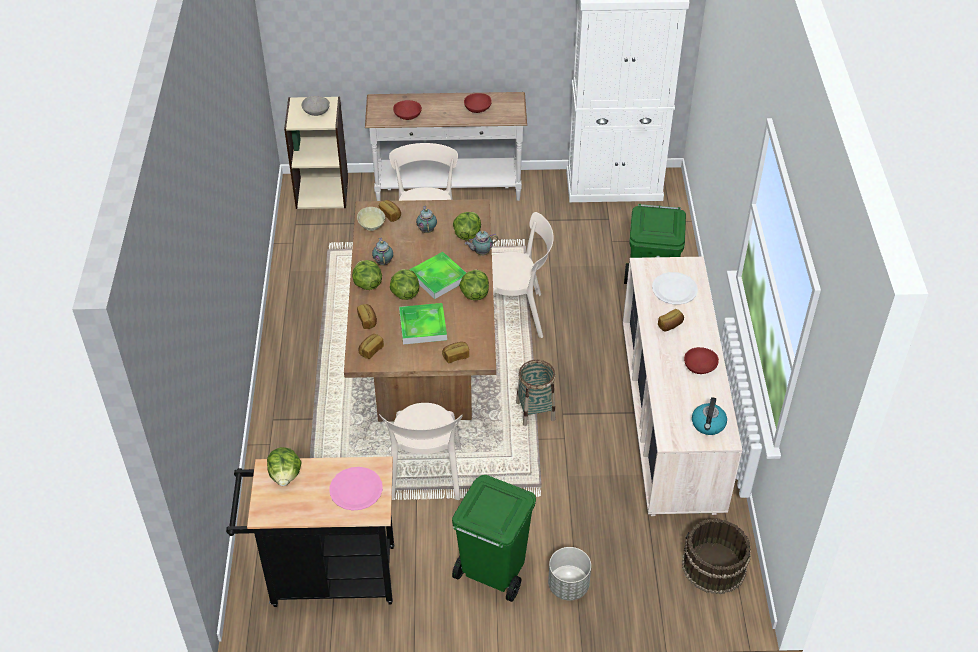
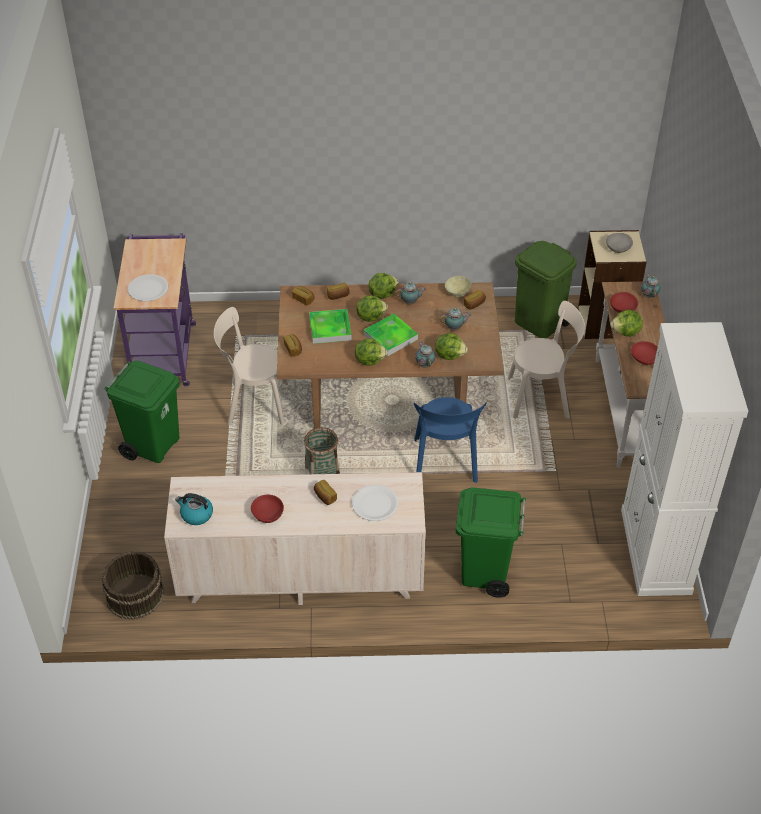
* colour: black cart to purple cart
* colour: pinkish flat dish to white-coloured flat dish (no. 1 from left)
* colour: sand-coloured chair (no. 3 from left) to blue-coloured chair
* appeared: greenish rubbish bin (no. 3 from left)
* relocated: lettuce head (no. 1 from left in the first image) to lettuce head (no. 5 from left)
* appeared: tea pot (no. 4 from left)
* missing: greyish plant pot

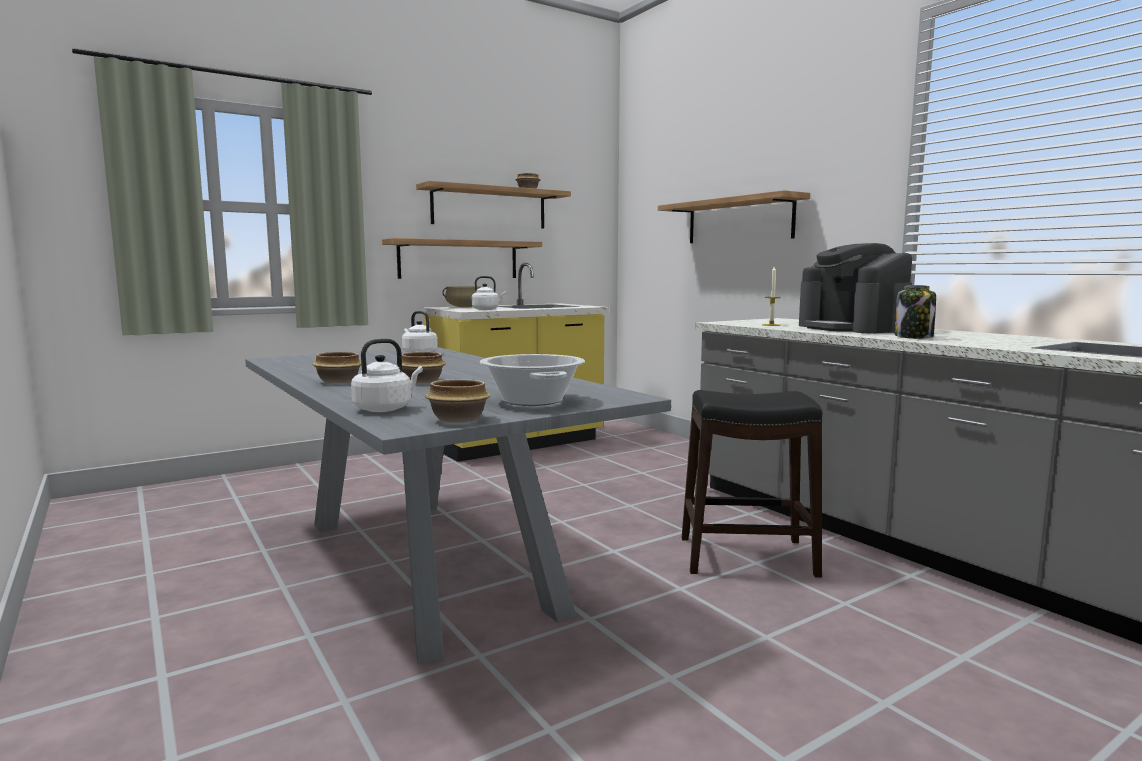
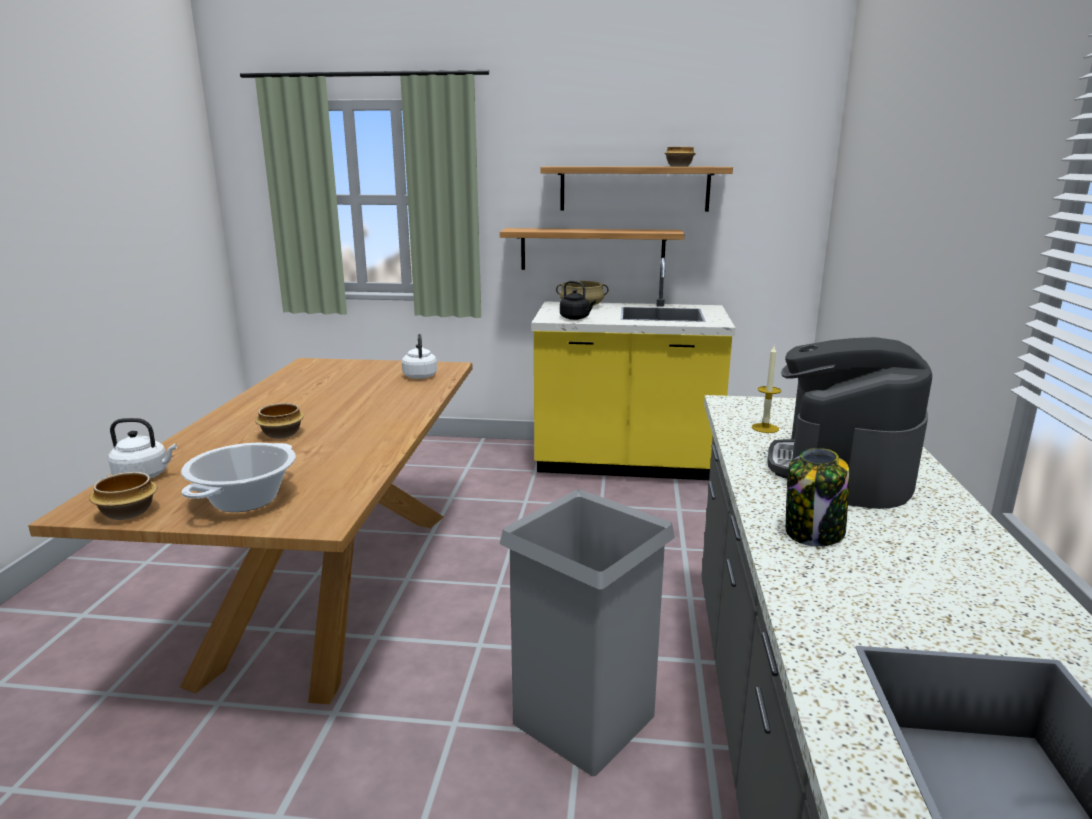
* colour: greyish dinner table to brownish dinner table
* exchanged: black stool to greyish rubbish bin
* colour: white-coloured water kettle (no. 3 from left) to black water kettle
* missing: deep dish (no. 1 from left)
* missing: shelf (no. 3 from left)

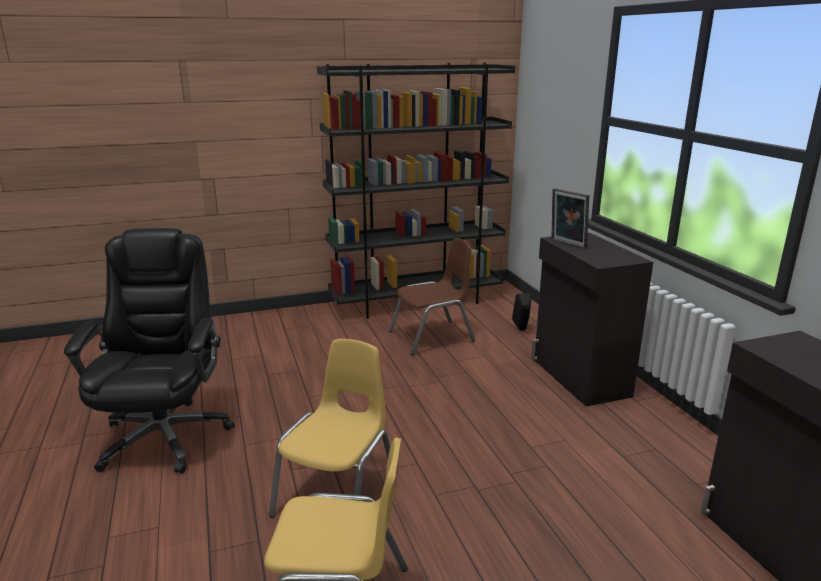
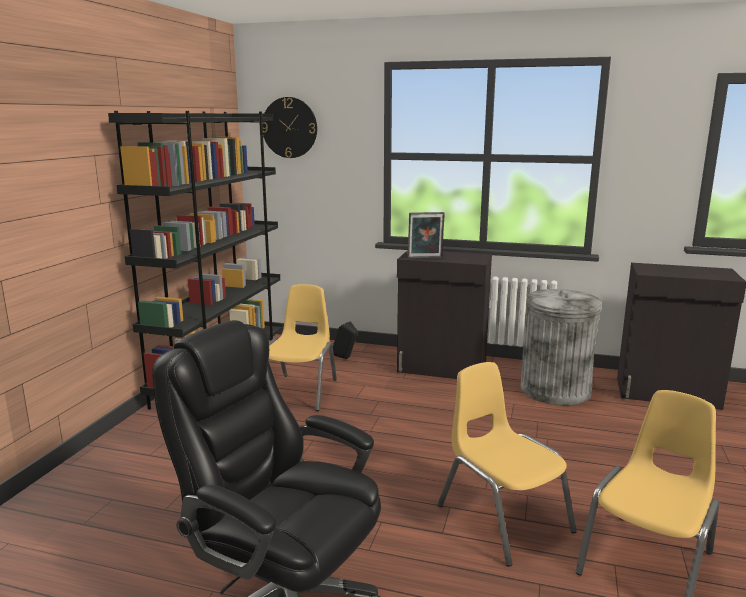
* appeared: wall clock
* colour: brownish chair to yellow-coloured chair (no. 1 from left)
* appeared: greyish rubbish bin

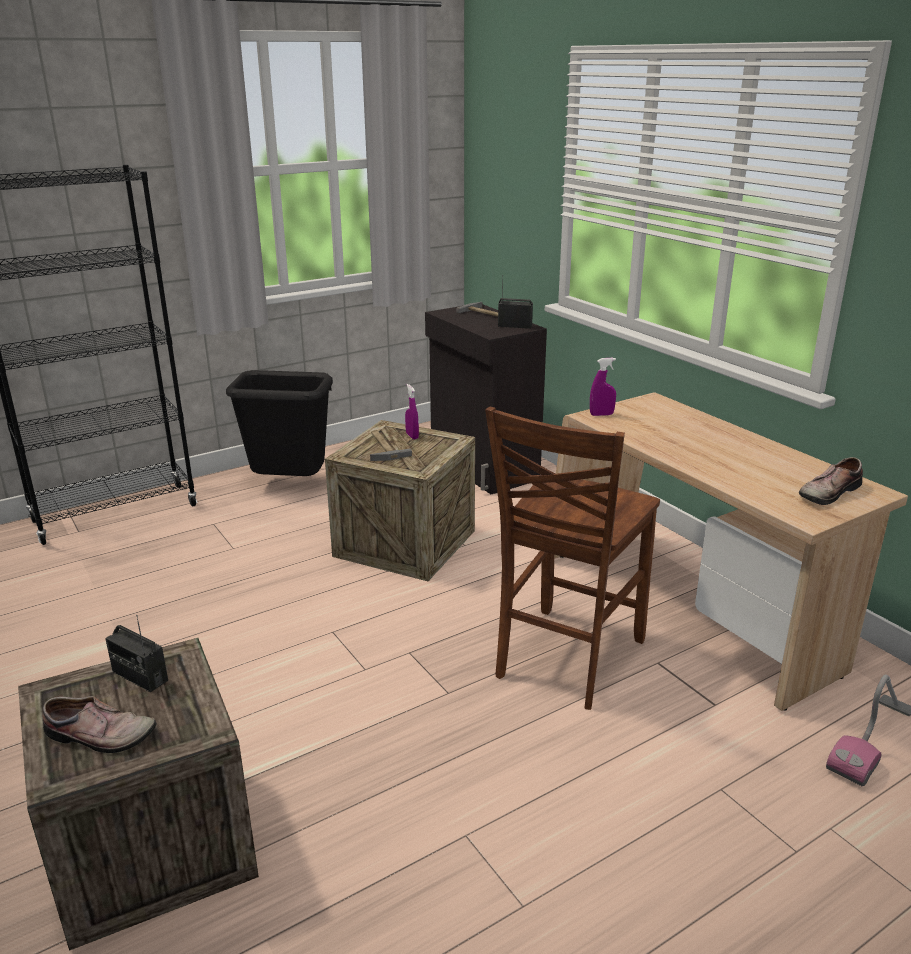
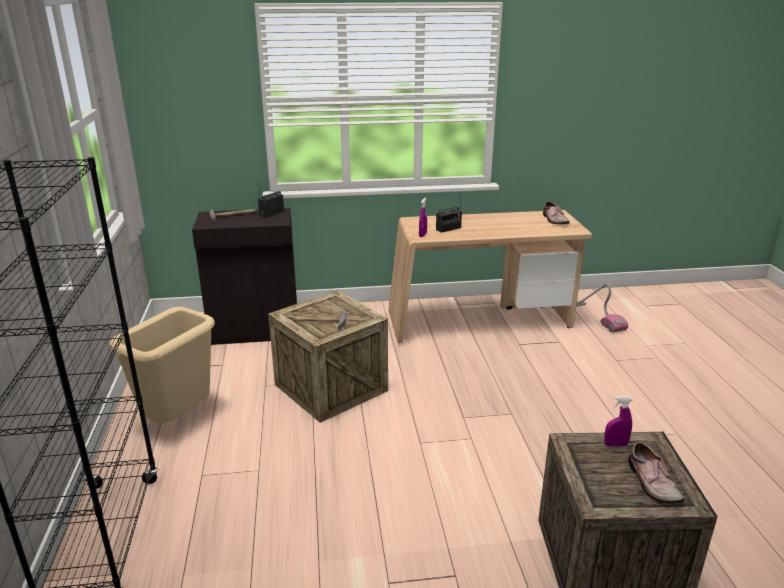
* colour: black rubbish bin to sand-coloured rubbish bin
* relocated: radio receiver (no. 1 from left in the first image) to radio receiver (no. 2 from left)
* relocated: purple hand sprayer (no. 1 from left in the first image) to purple hand sprayer (no. 2 from left)
* spun: low shoe (no. 1 from left in the first image) 135 degrees clockwise
* missing: brownish chair

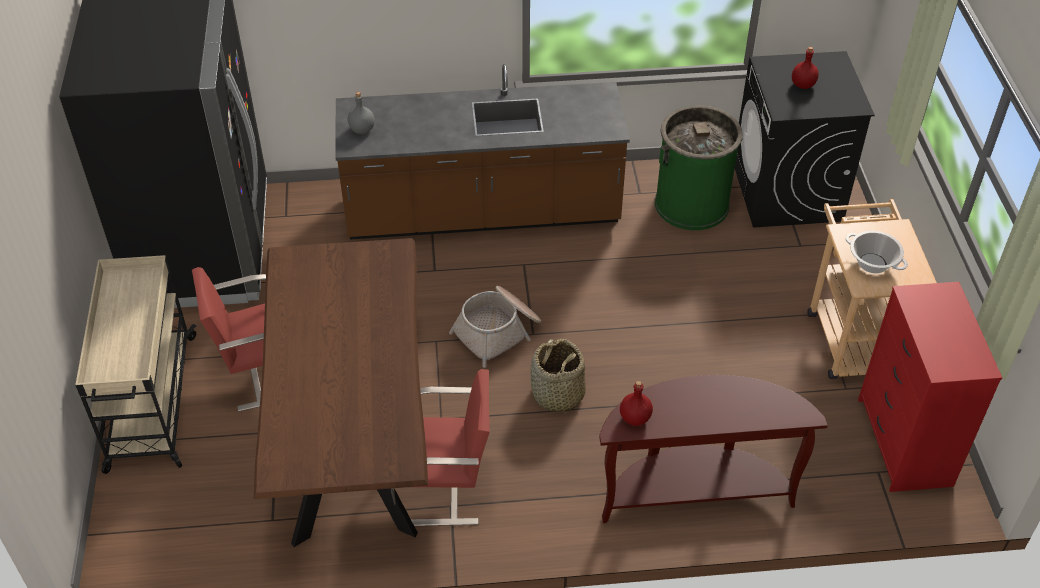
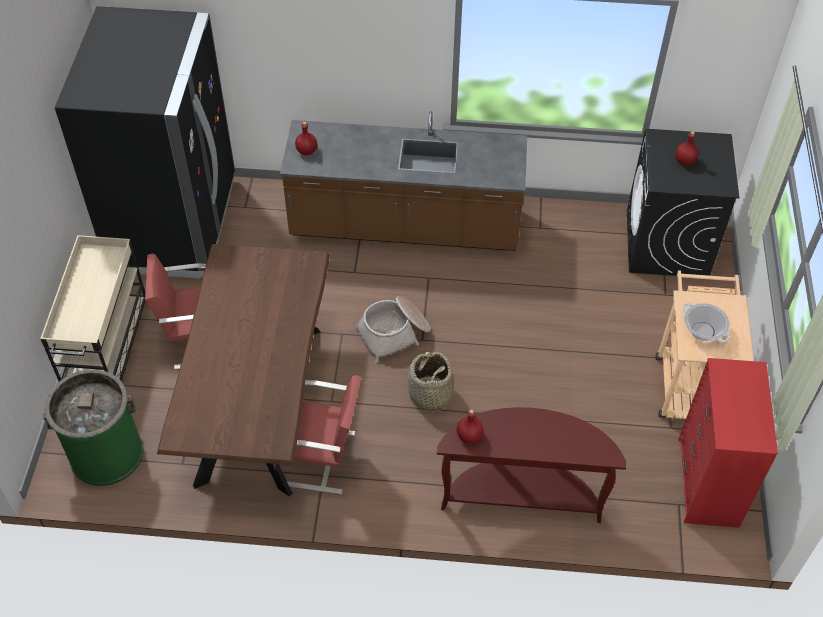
* relocated: greenish rubbish bin
* colour: greyish beverage bottle to reddish beverage bottle (no. 1 from left)

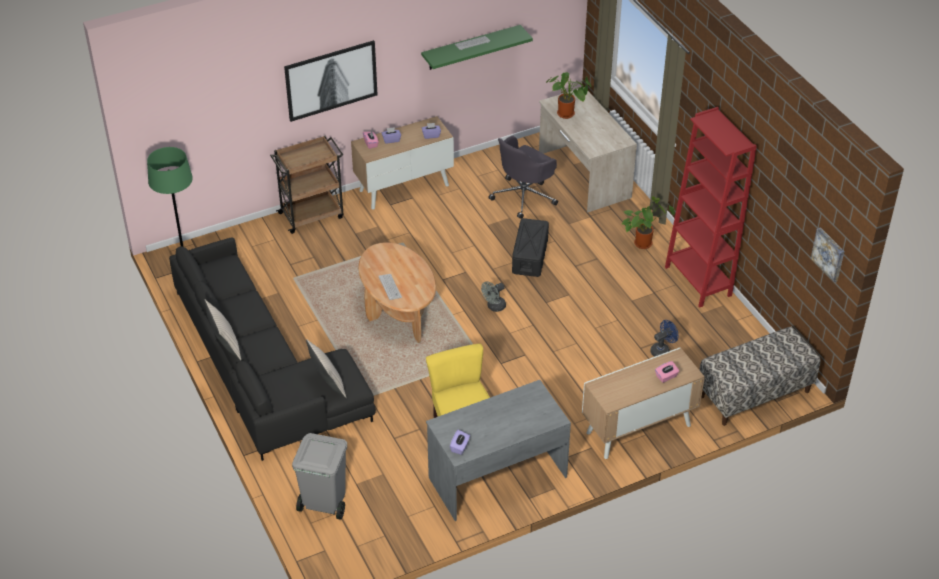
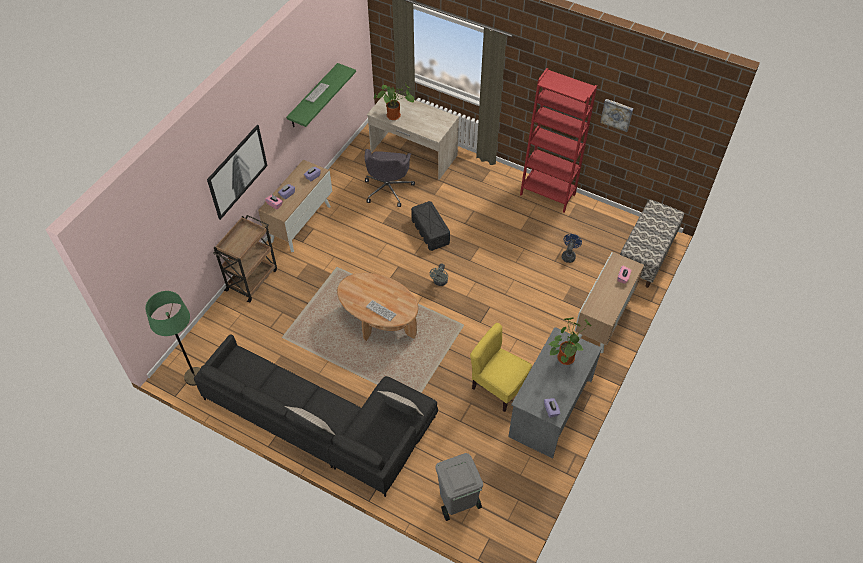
* relocated: houseplant (no. 2 from left)
* relocated: wall picture (no. 2 from left)

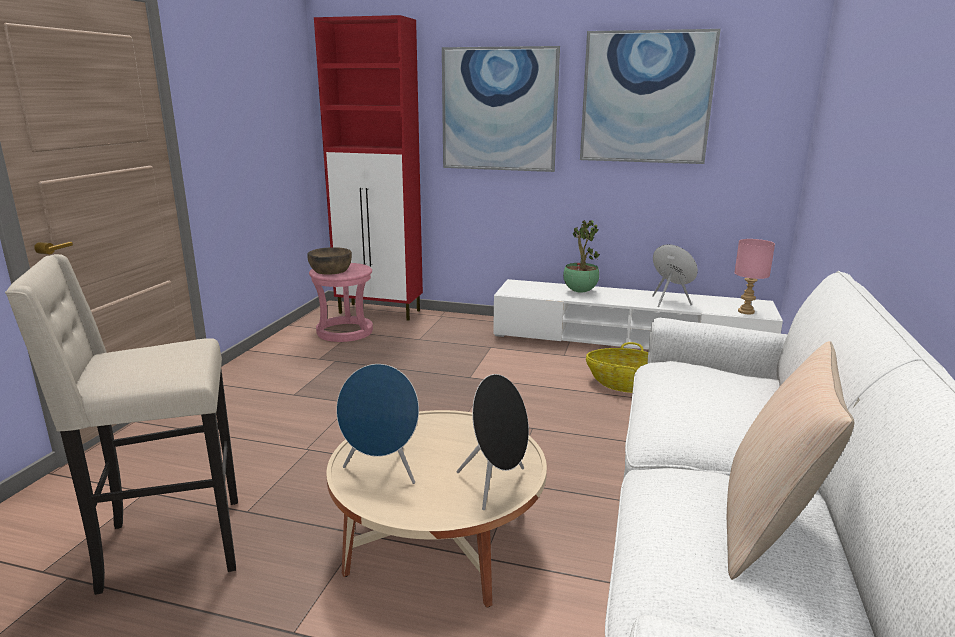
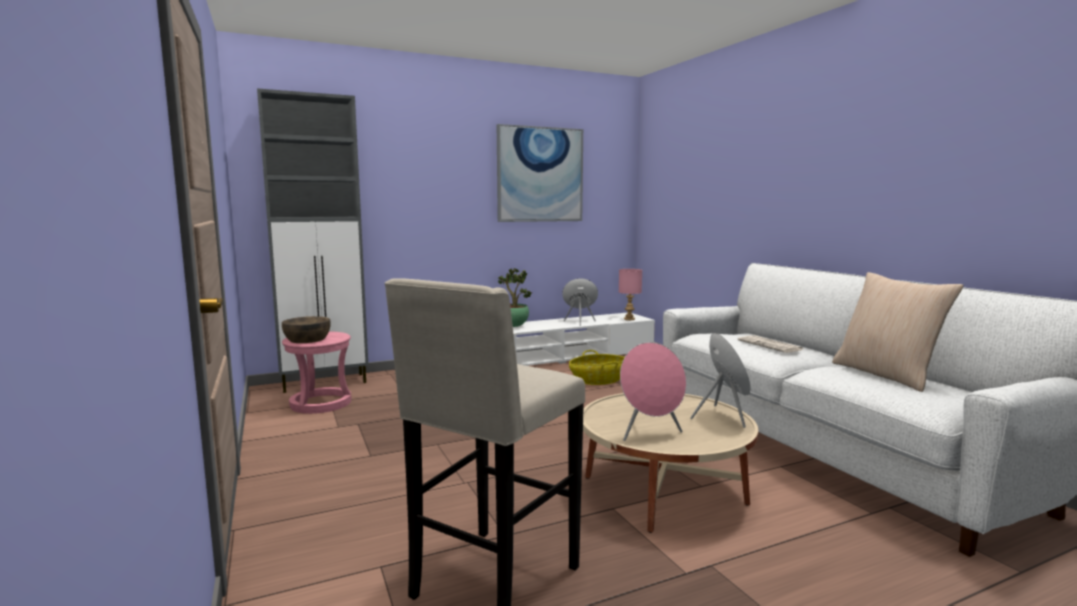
* colour: reddish cabinet to greyish cabinet
* colour: blue-coloured speaker to pinkish speaker
* appeared: newspaper
* missing: wall picture (no. 1 from left)

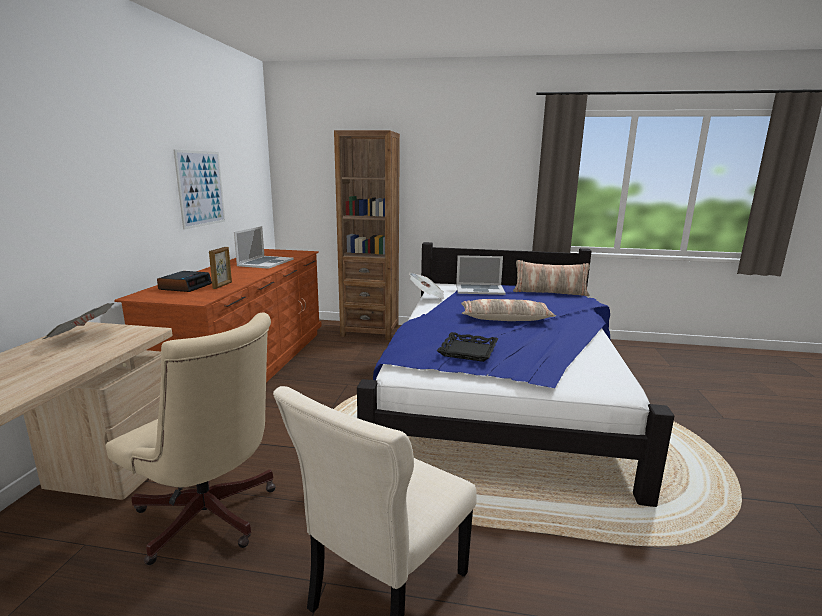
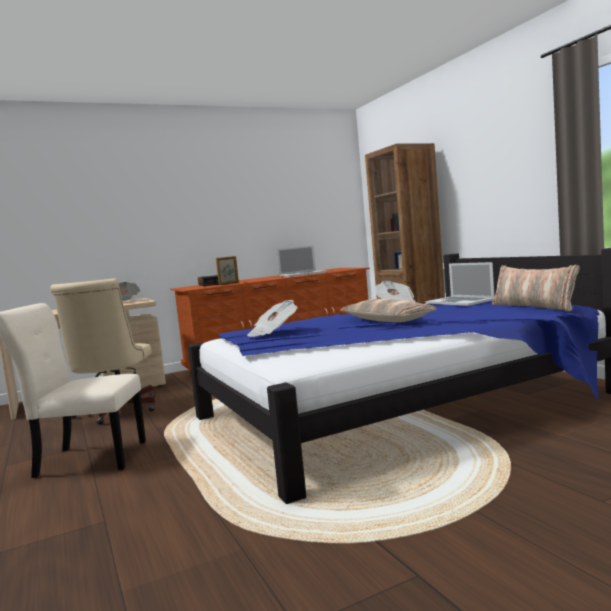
* exchanged: black carrying tray to newspaper (no. 2 from left)
* missing: wall picture

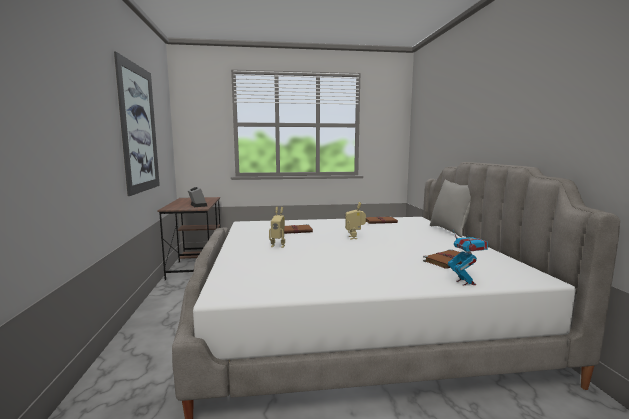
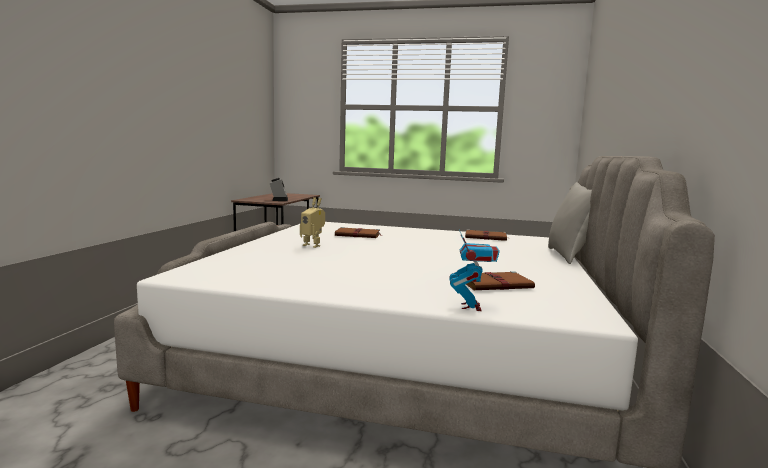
* missing: wall picture
* missing: toy robot (no. 2 from left)

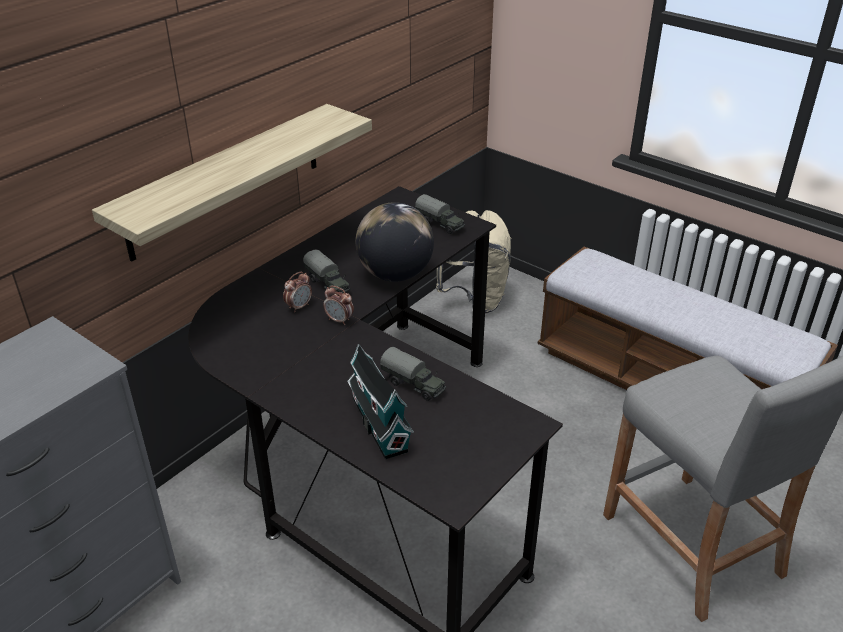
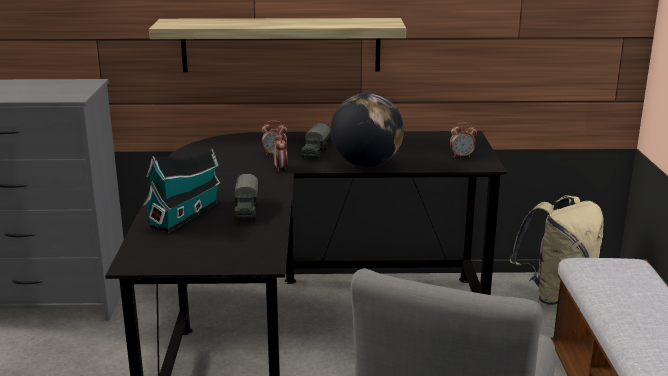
* exchanged: toy lorry (no. 3 from left) to table clock (no. 3 from left)

